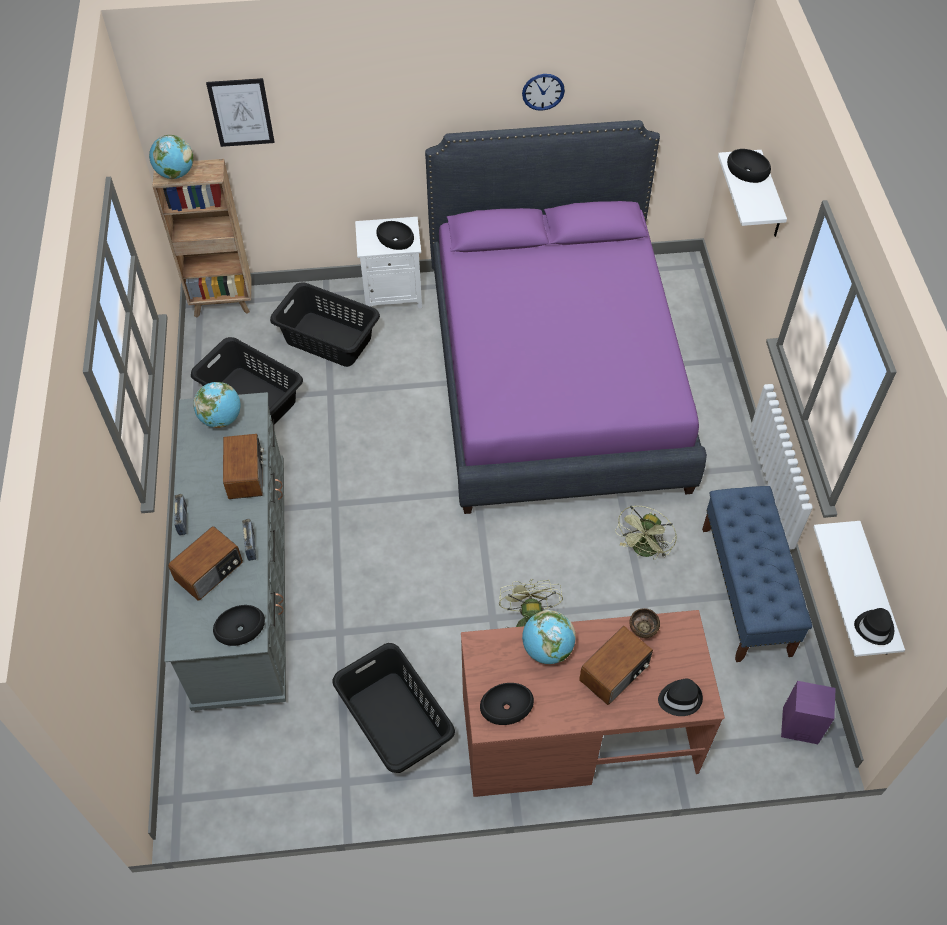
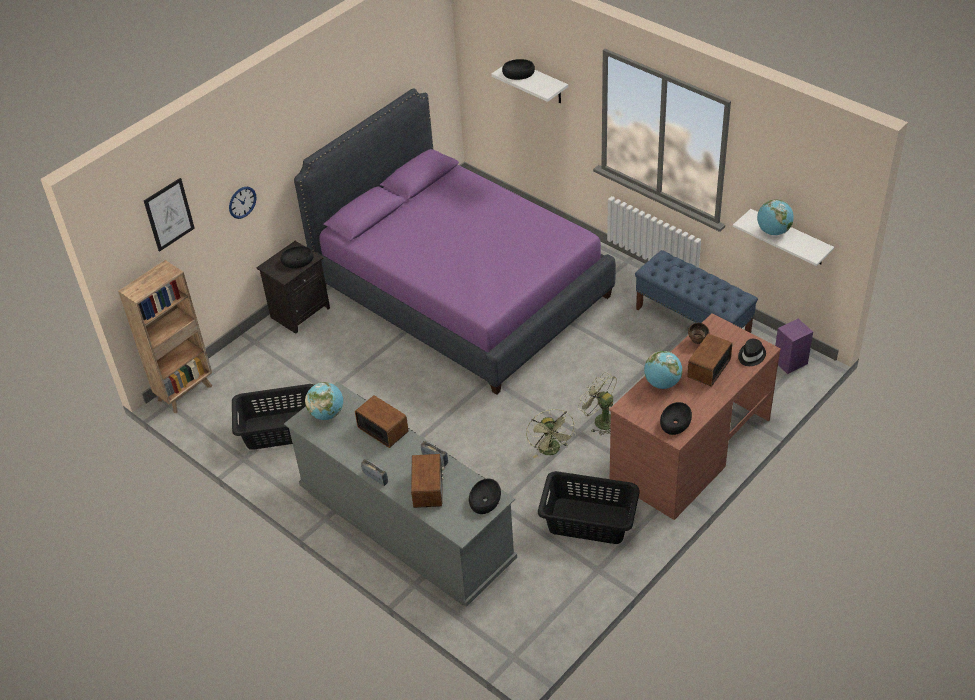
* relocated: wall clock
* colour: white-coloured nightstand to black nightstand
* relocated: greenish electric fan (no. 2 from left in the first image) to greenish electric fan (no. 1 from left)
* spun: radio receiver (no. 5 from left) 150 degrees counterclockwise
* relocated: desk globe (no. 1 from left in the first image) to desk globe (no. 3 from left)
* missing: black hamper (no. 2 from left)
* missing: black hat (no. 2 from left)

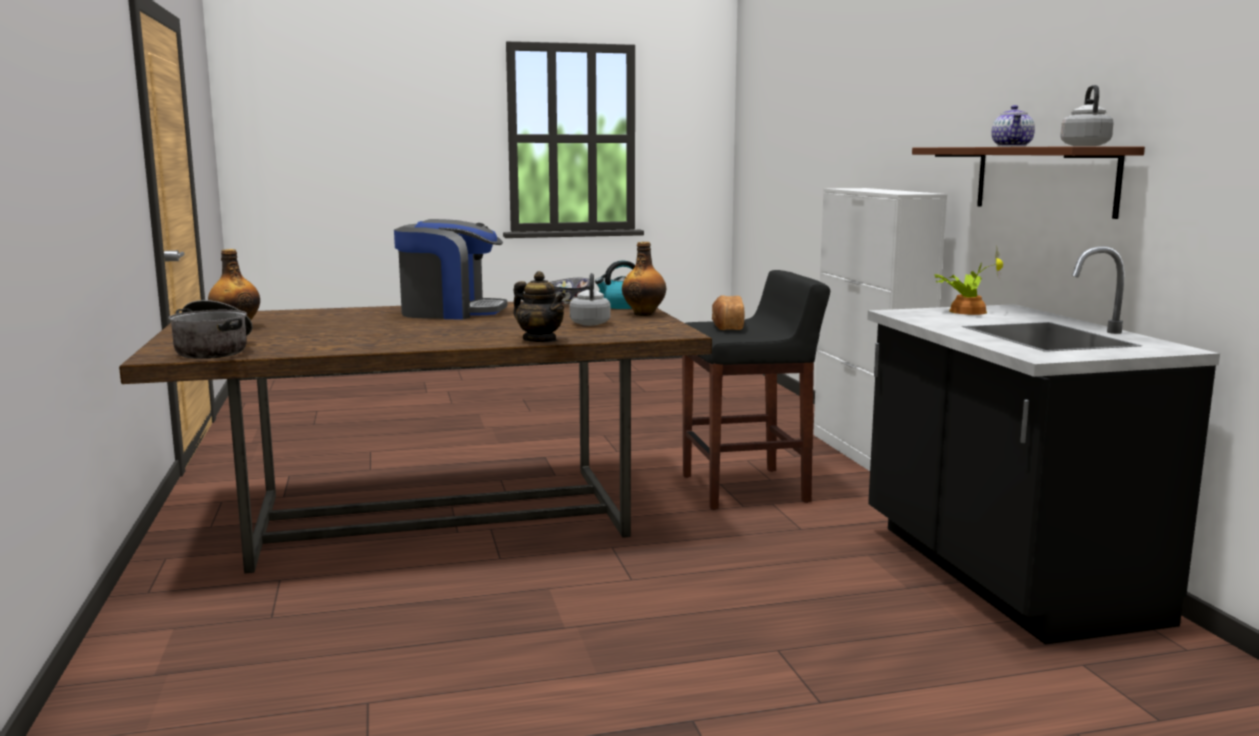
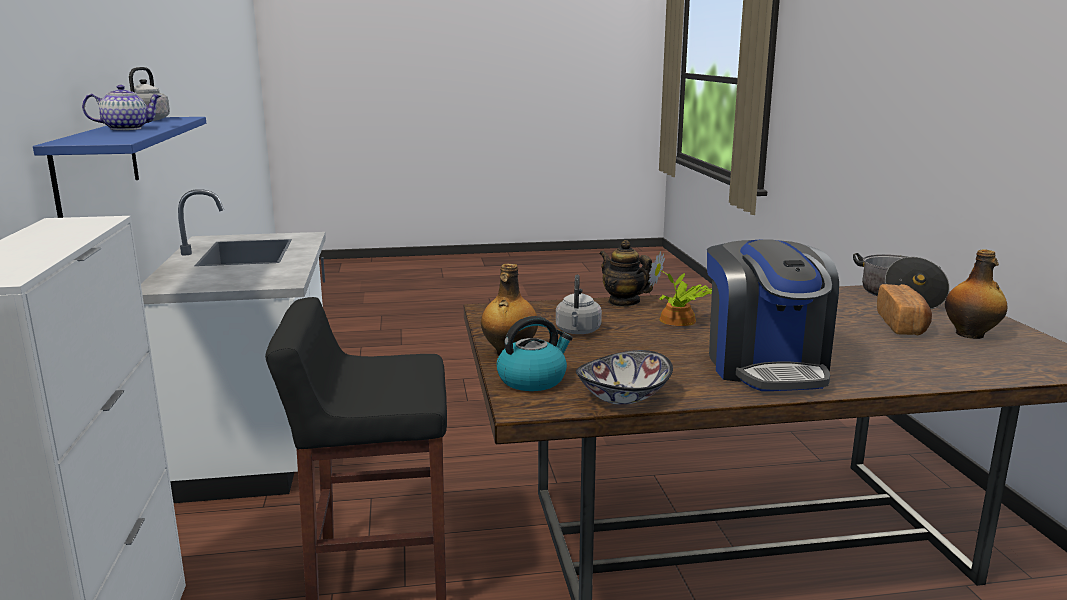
* colour: brownish shelf to blue-coloured shelf
* spun: tea pot (no. 2 from left in the first image) 45 degrees clockwise
* colour: black kitchen base unit to white-coloured kitchen base unit
* relocated: houseplant
* spun: coffee brewer 105 degrees counterclockwise
* relocated: bread

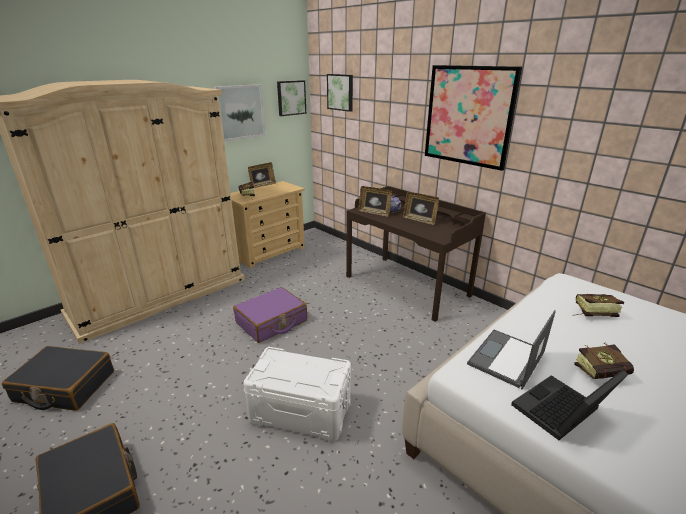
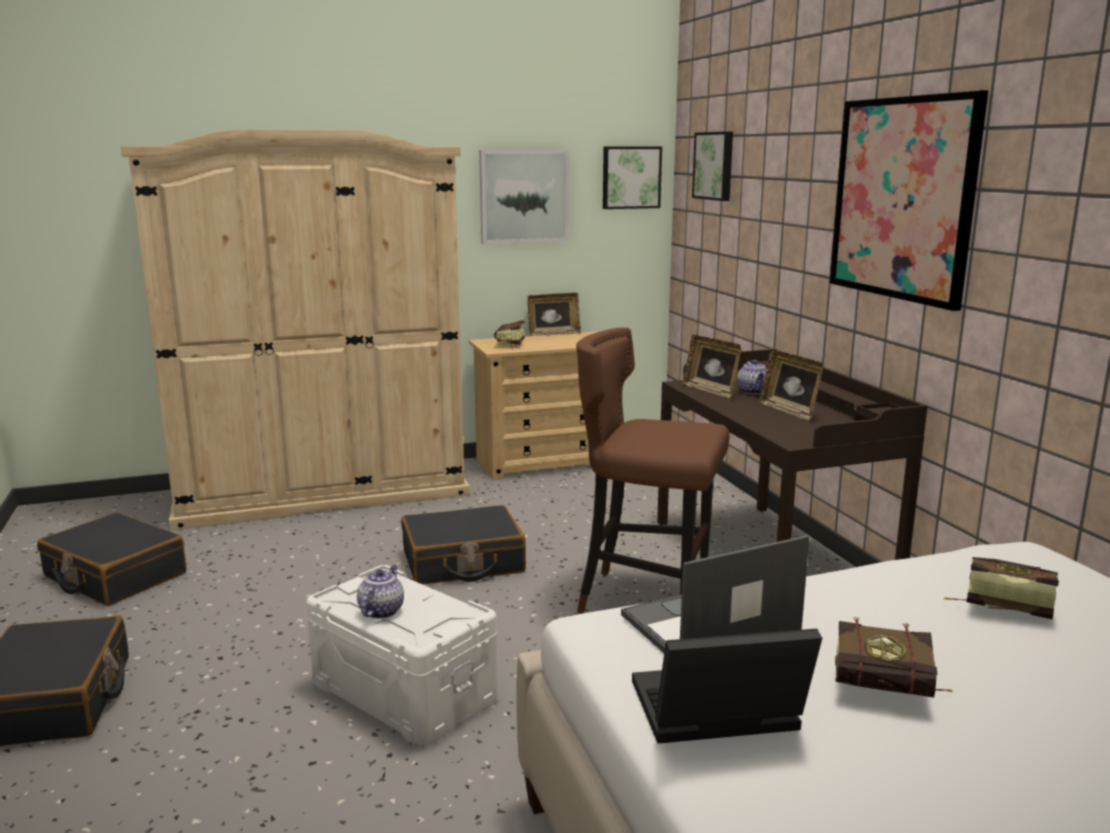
* appeared: tea pot (no. 1 from left)
* colour: purple piece of luggage to black piece of luggage (no. 3 from left)
* appeared: brownish stool

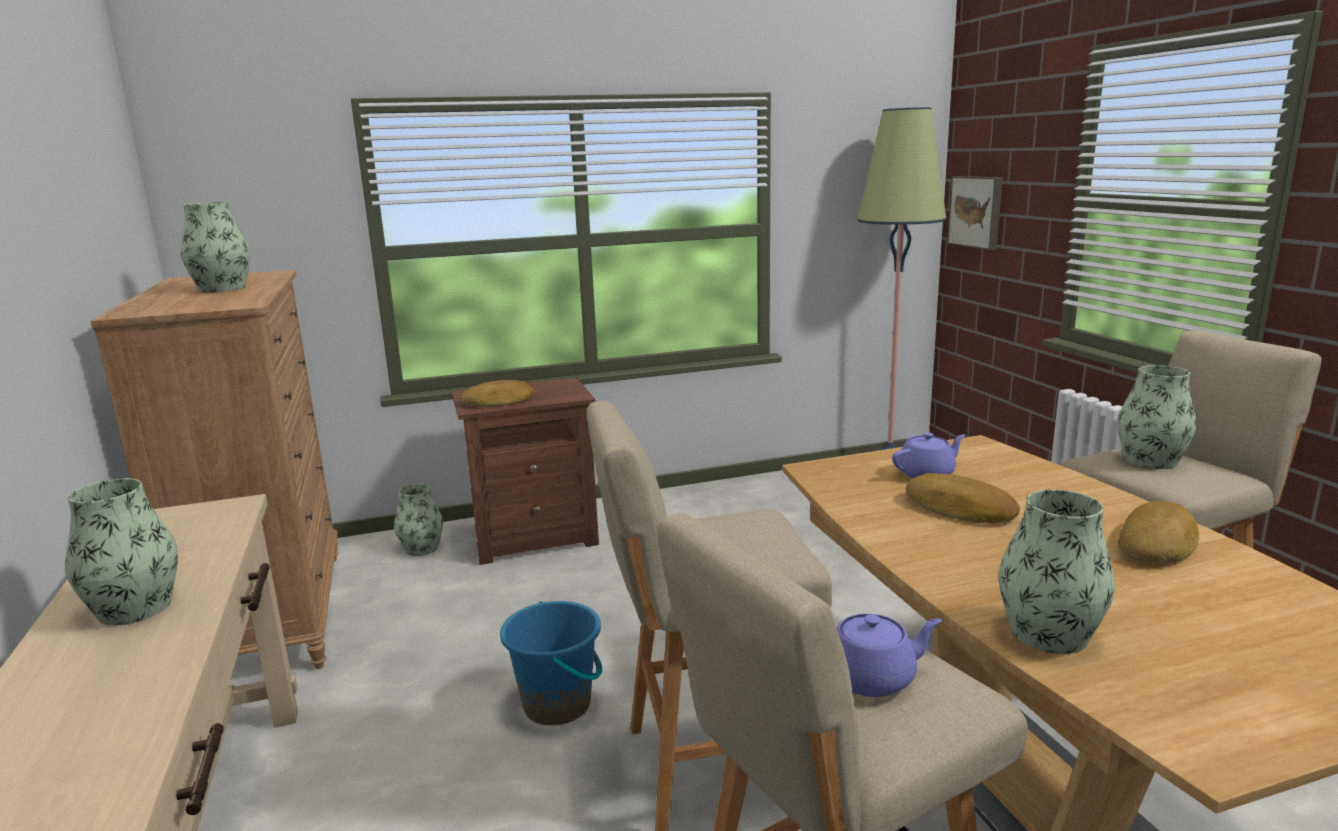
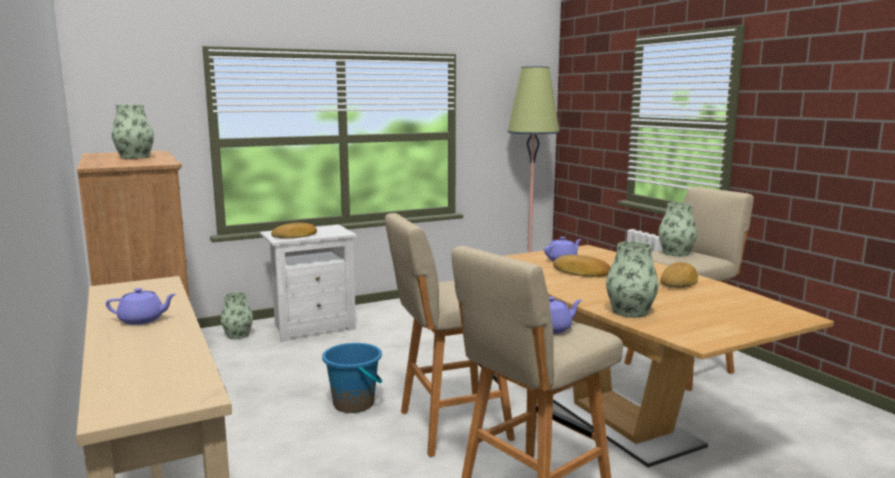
* exchanged: vase (no. 1 from left) to purple tea pot (no. 1 from left)
* colour: brownish nightstand to white-coloured nightstand
* missing: wall picture

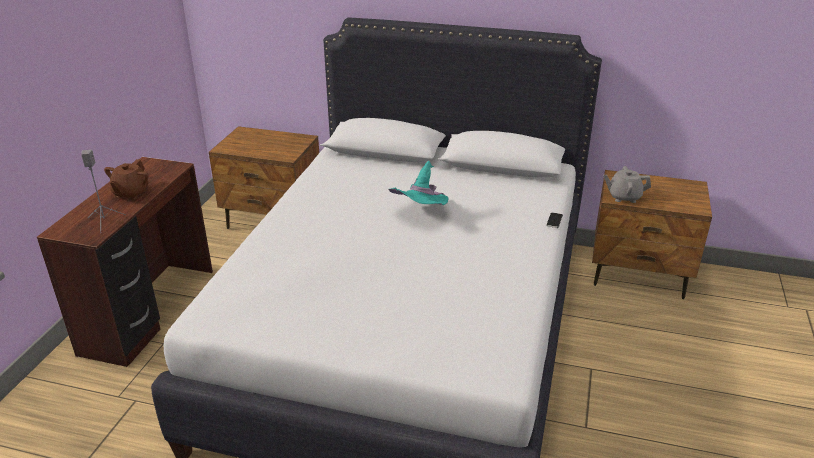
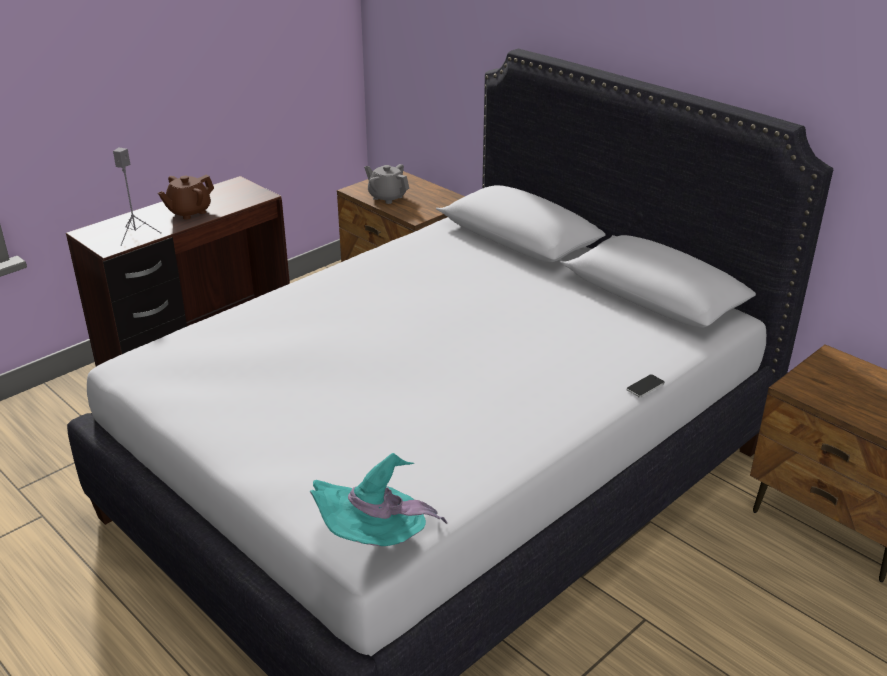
* relocated: blue-green hat
* relocated: greyish tea pot

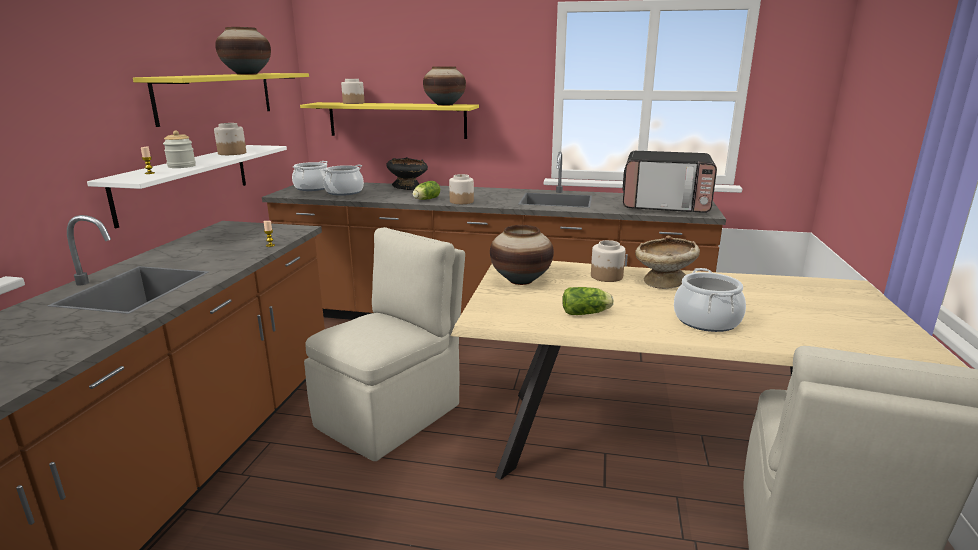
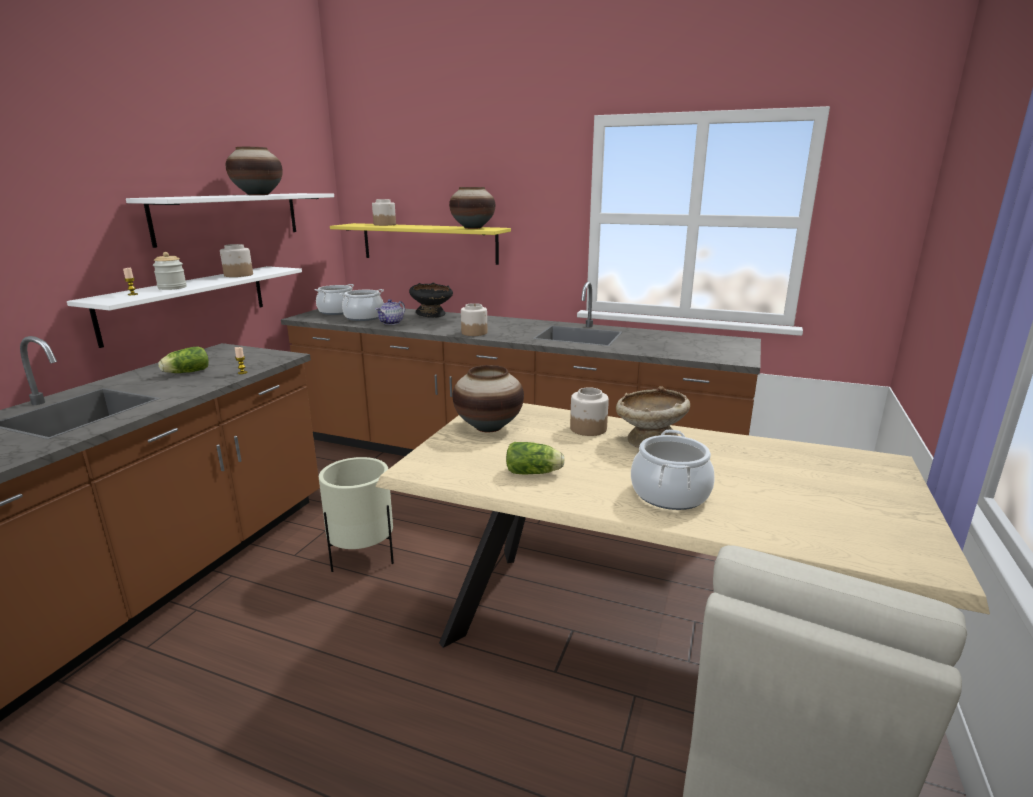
* colour: yellow-coloured shelf (no. 1 from left) to white-coloured shelf (no. 2 from left)
* relocated: lettuce head (no. 1 from left)
* exchanged: sand-coloured chair (no. 1 from left) to sand-coloured plant pot
* appeared: tea pot
* missing: microwave

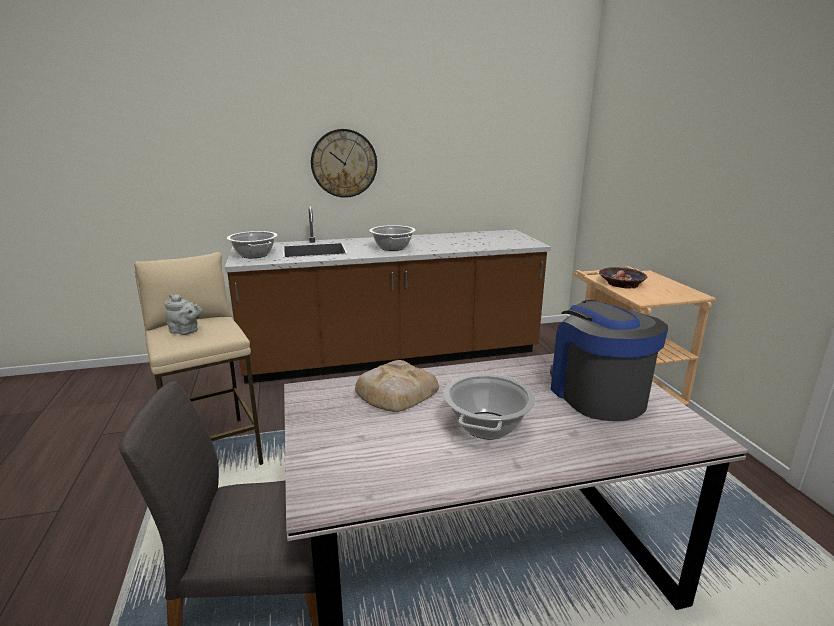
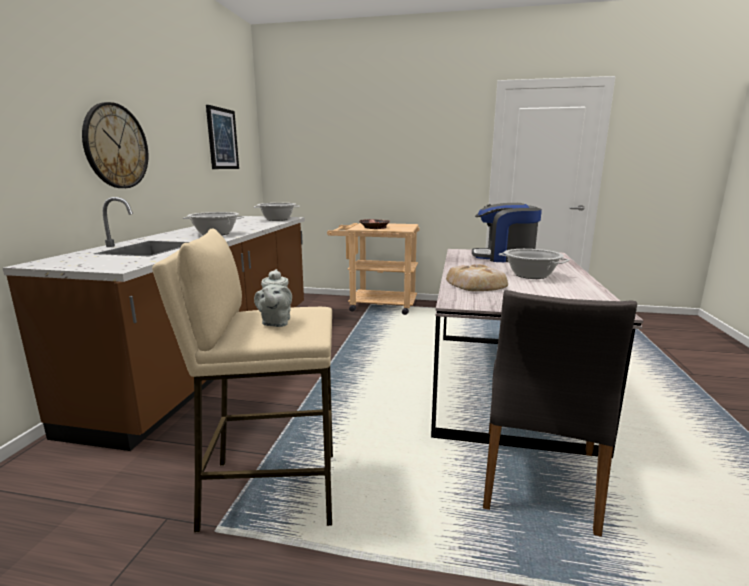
* appeared: wall picture
* relocated: cooking pot (no. 1 from left in the first image) to cooking pot (no. 2 from left)
* spun: greyish tea pot 135 degrees clockwise

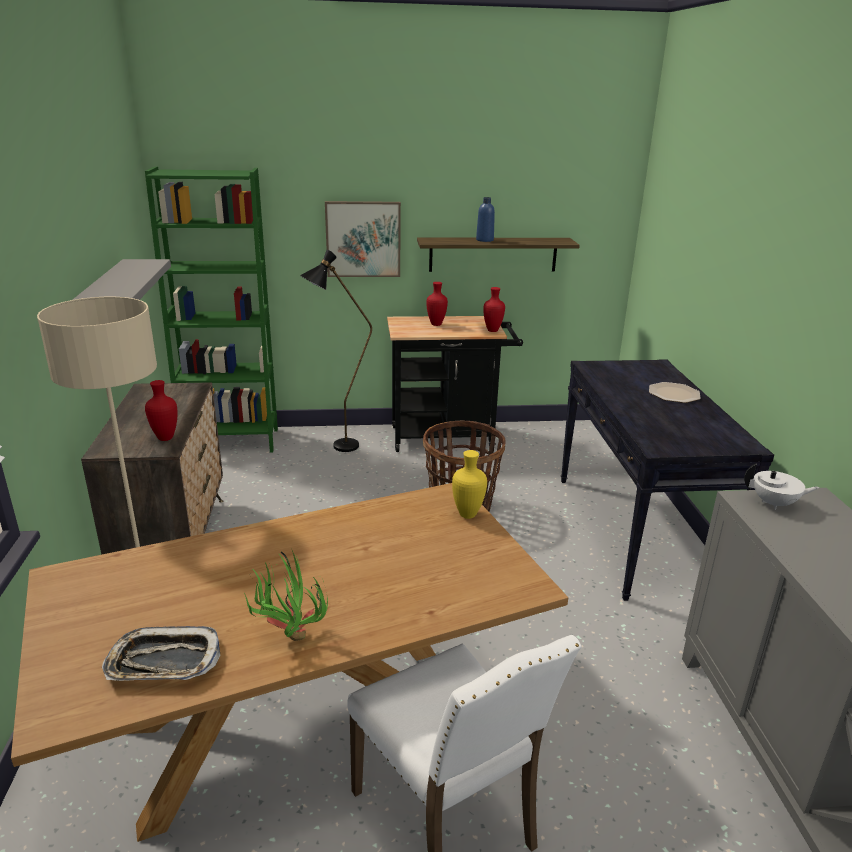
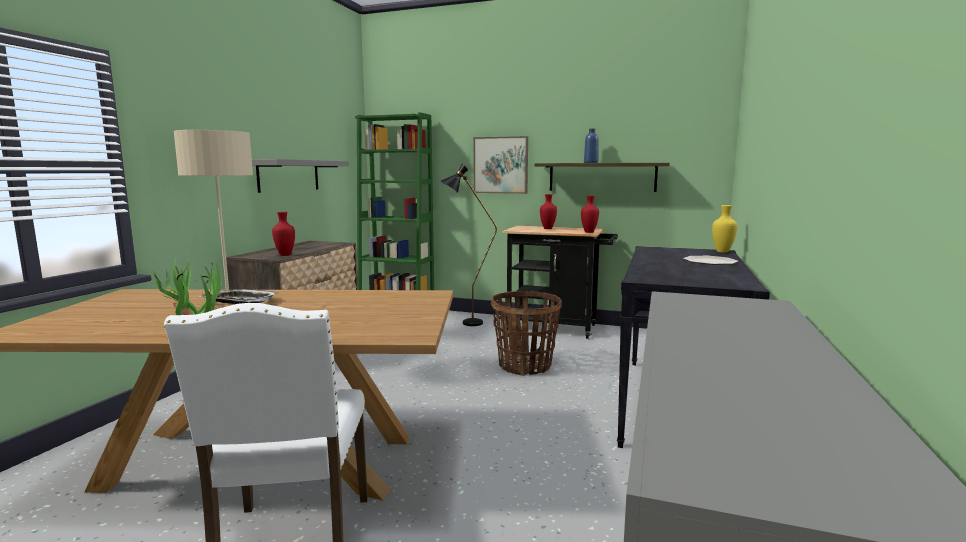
* relocated: carrying tray
* relocated: yellow-coloured vase
* missing: white-coloured tea pot

